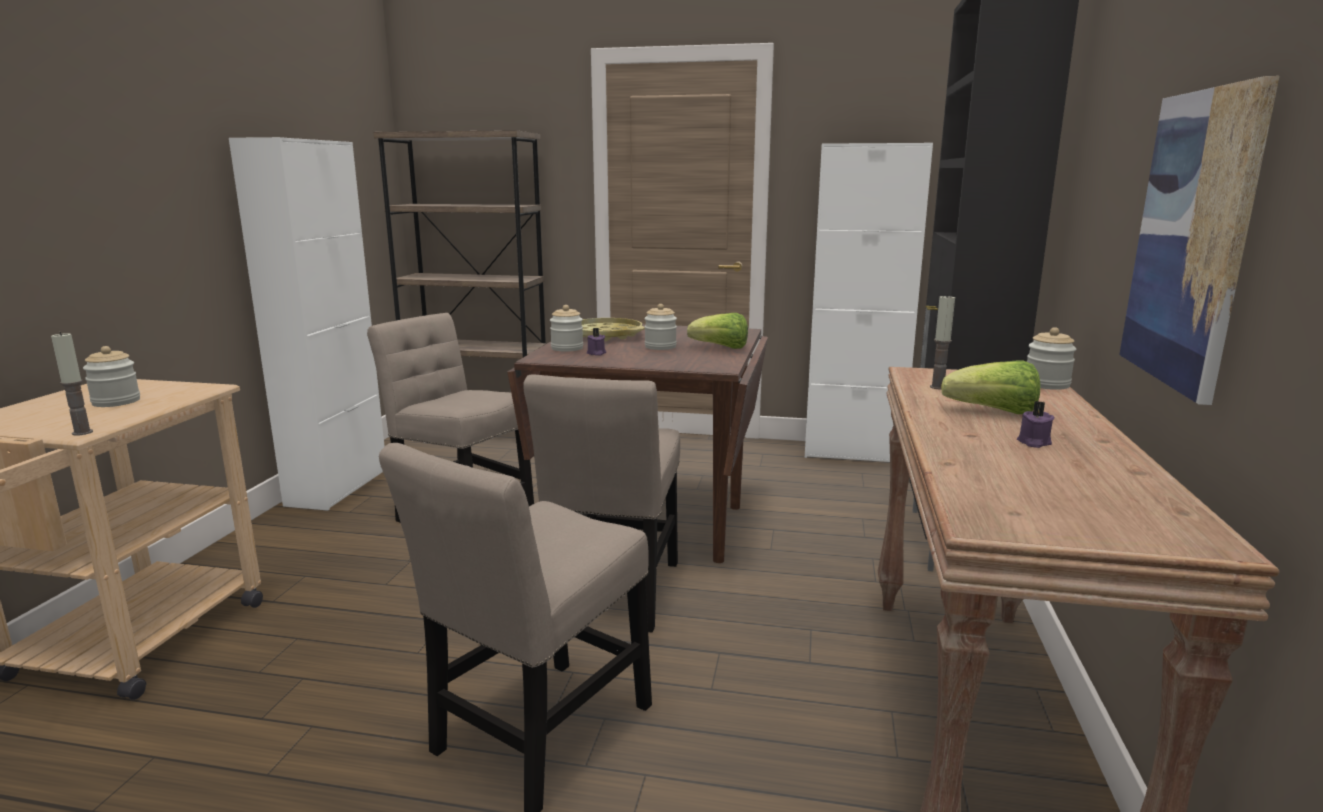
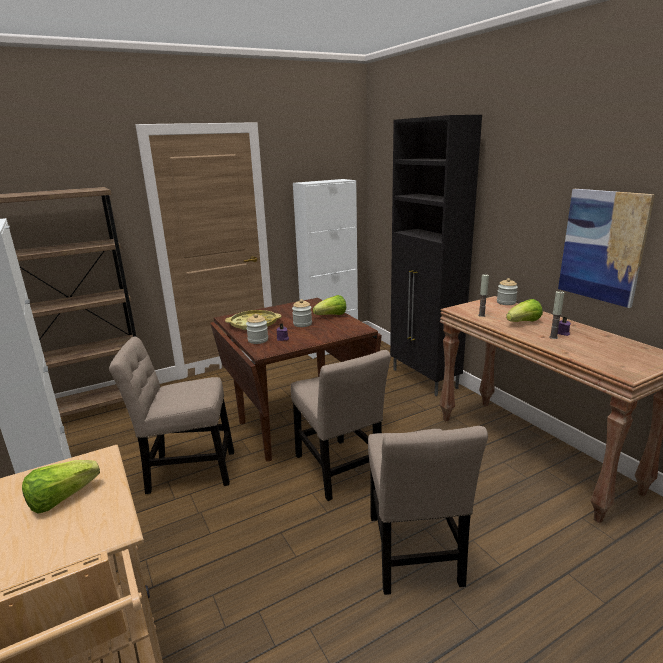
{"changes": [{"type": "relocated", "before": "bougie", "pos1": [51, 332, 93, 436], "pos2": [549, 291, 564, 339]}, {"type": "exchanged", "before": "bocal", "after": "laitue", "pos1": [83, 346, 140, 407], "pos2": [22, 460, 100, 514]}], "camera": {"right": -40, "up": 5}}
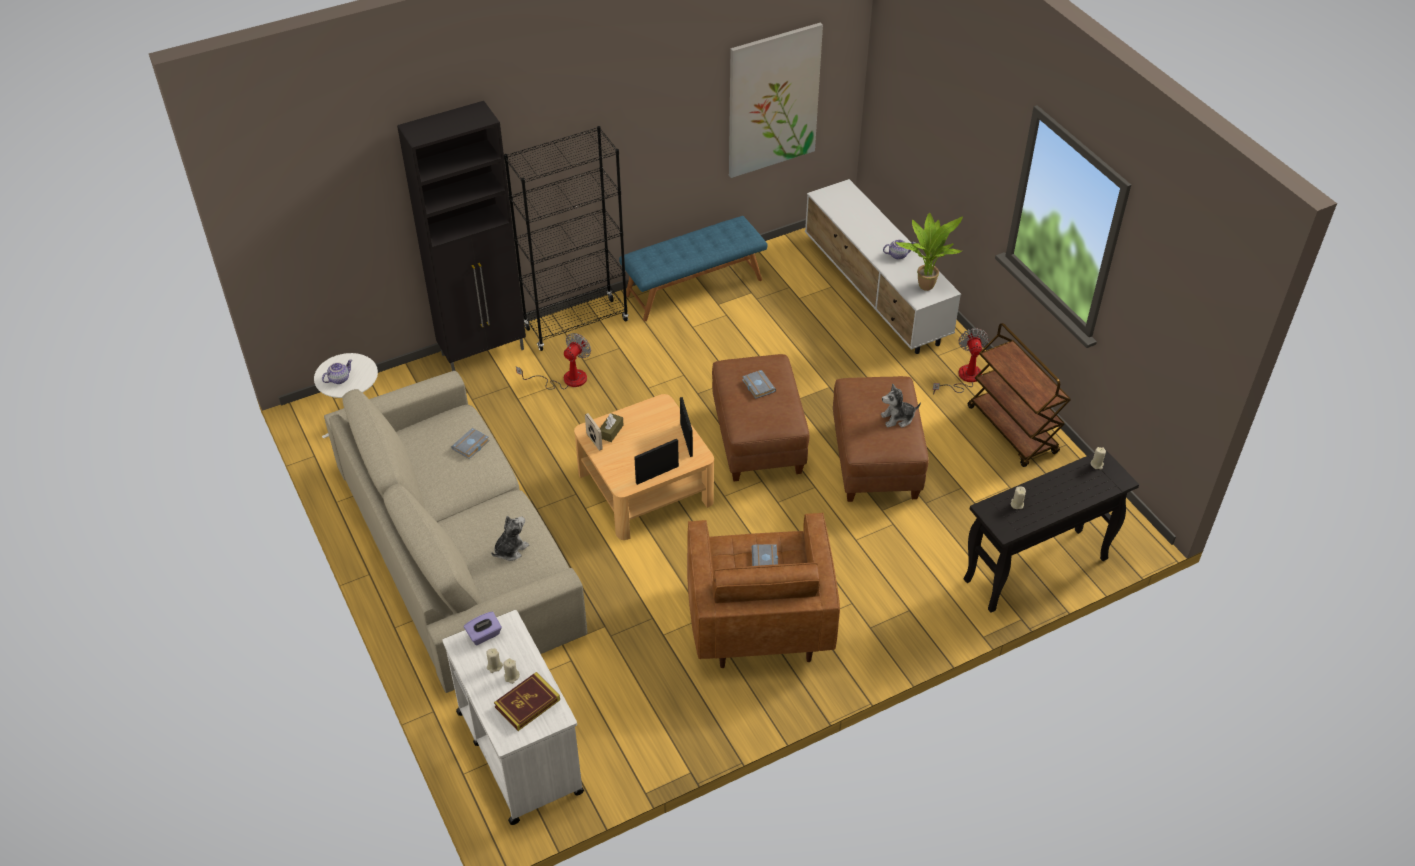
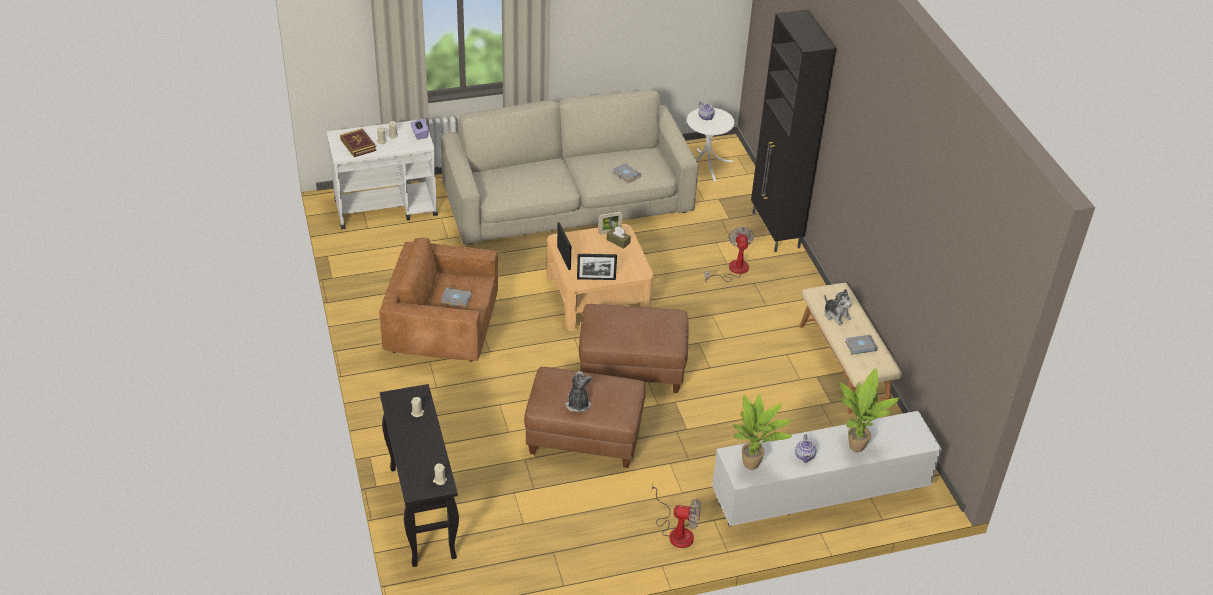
{"changes": [{"type": "missing", "before": "tableau", "pos1": [729, 22, 823, 178]}, {"type": "missing", "before": "bibliothèque/noir", "pos1": [504, 126, 629, 351]}, {"type": "colour", "before": "banc/bleu", "after": "banc/beige", "pos1": [619, 216, 767, 321], "pos2": [800, 283, 902, 414]}, {"type": "missing", "before": "chariot/marron", "pos1": [968, 323, 1071, 467]}, {"type": "spun", "before": "ventilateur", "pos1": [516, 333, 591, 390], "pos2": [704, 227, 754, 282], "turn": -135}, {"type": "relocated", "before": "livre/gris", "pos1": [742, 370, 776, 399], "pos2": [845, 335, 878, 355]}, {"type": "relocated", "before": "peluche", "pos1": [491, 516, 529, 561], "pos2": [824, 289, 852, 325]}, {"type": "appeared", "after": "plante en pot", "pos2": [840, 368, 899, 452]}], "camera": {"right": 100, "up": -5}}
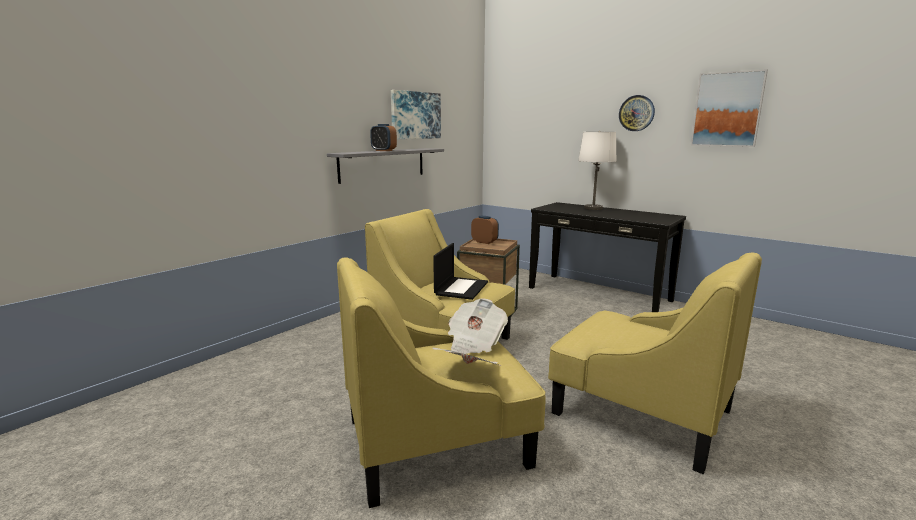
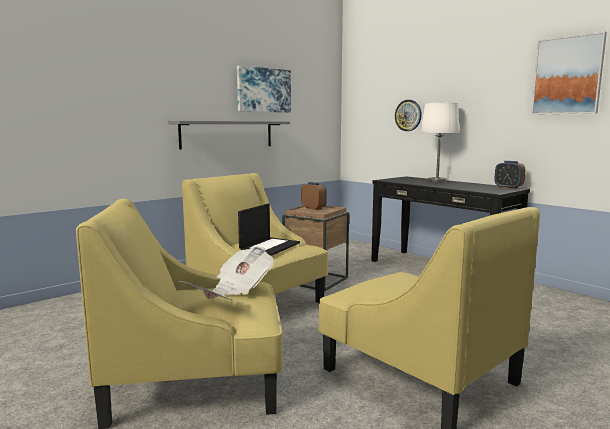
{"changes": [{"type": "relocated", "before": "horloge murale", "pos1": [619, 95, 655, 131], "pos2": [395, 100, 422, 131]}, {"type": "relocated", "before": "réveil", "pos1": [370, 124, 397, 151], "pos2": [494, 161, 526, 189]}], "camera": {"right": 10, "up": -5}}
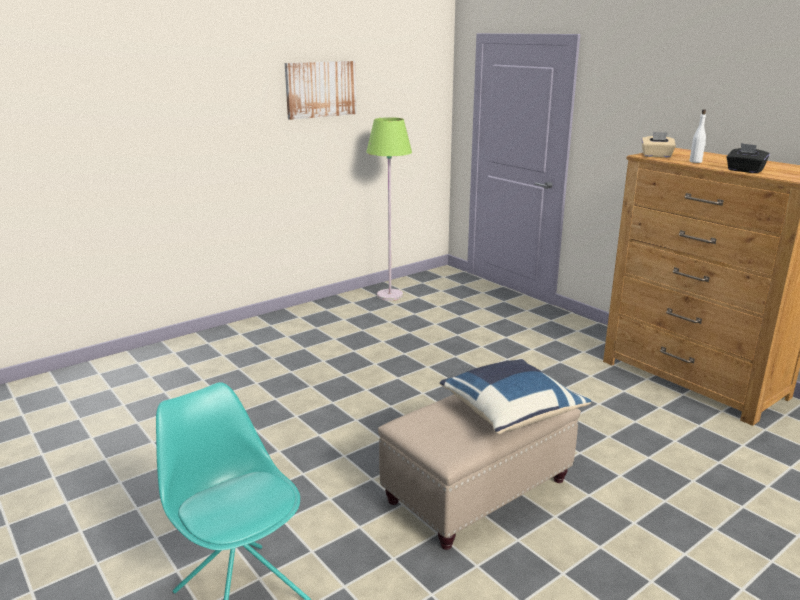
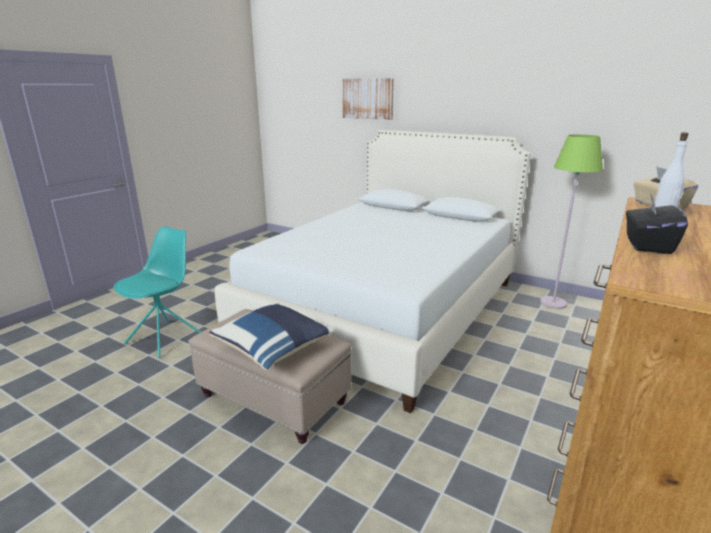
{"changes": [{"type": "relocated", "before": "tableau", "pos1": [285, 61, 356, 120], "pos2": [342, 78, 394, 120]}, {"type": "appeared", "after": "lit/blanc", "pos2": [215, 130, 531, 413]}], "camera": {"right": 70, "up": 0}}
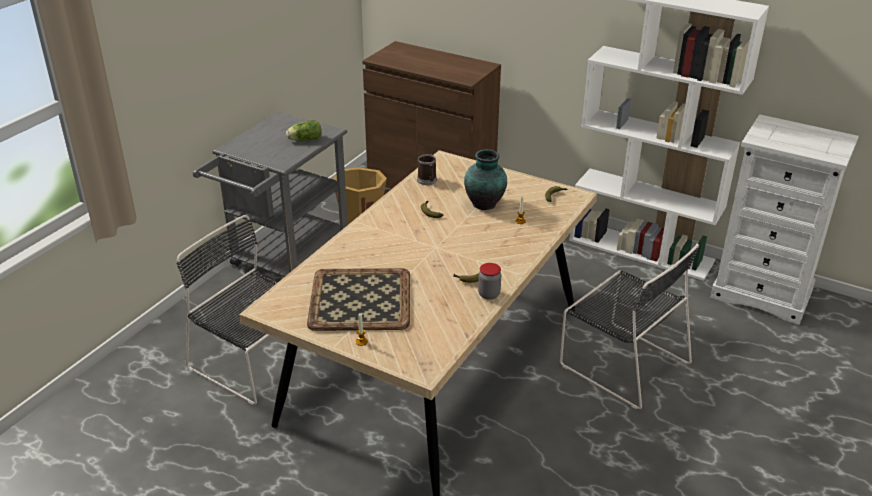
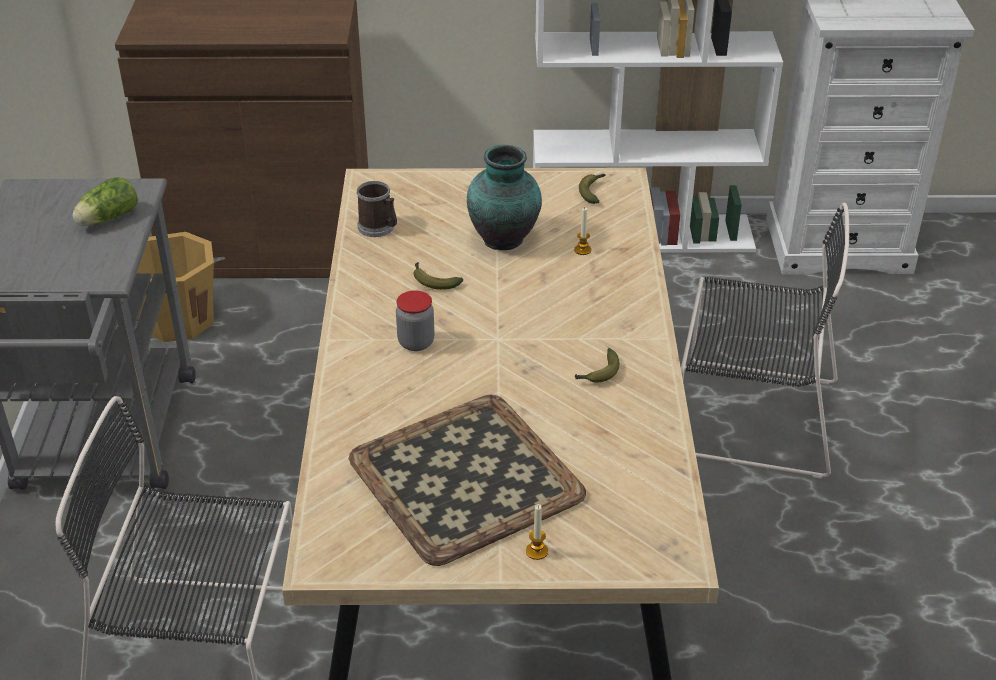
{"changes": [{"type": "relocated", "before": "bocal", "pos1": [478, 263, 501, 300], "pos2": [396, 290, 434, 351]}], "camera": {"right": -30, "up": 5}}
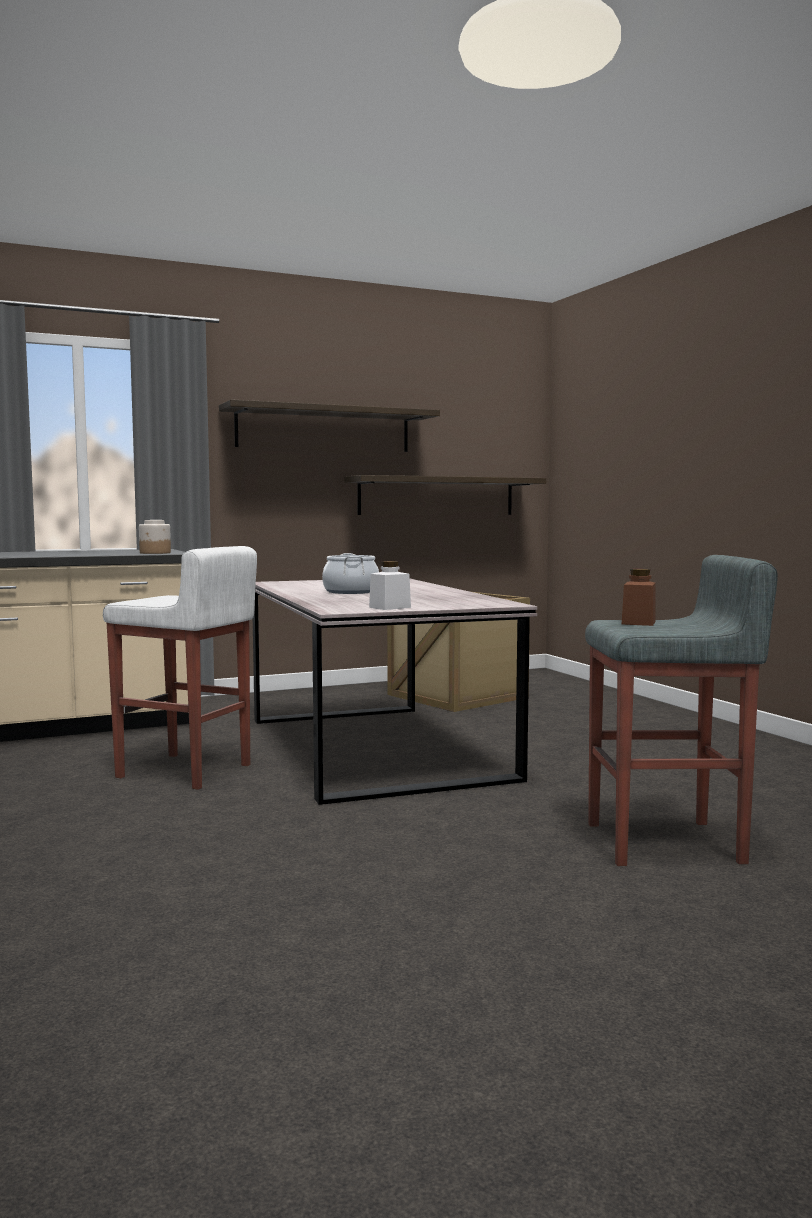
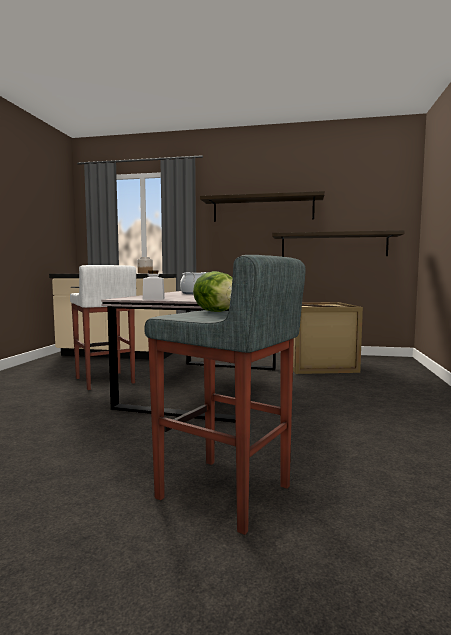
{"changes": [{"type": "exchanged", "before": "bocal/marron", "after": "laitue", "pos1": [622, 569, 656, 626], "pos2": [193, 271, 232, 312]}], "camera": {"right": 35, "up": 0}}
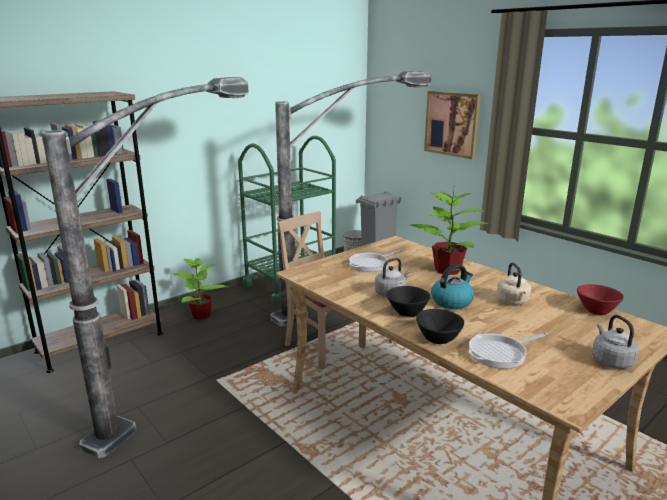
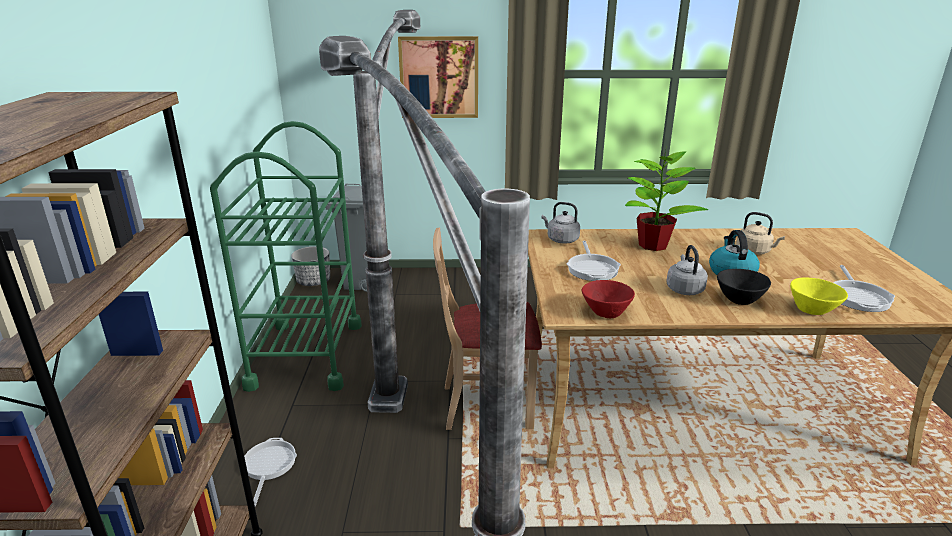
{"changes": [{"type": "exchanged", "before": "plante en pot", "after": "poêle", "pos1": [174, 257, 229, 320], "pos2": [244, 438, 297, 507]}, {"type": "relocated", "before": "bol/rouge", "pos1": [577, 284, 624, 315], "pos2": [582, 280, 635, 318]}, {"type": "colour", "before": "bol/noir", "after": "bol/jaune", "pos1": [416, 309, 464, 344], "pos2": [790, 278, 848, 315]}, {"type": "relocated", "before": "bouilloire/gris", "pos1": [592, 315, 639, 369], "pos2": [542, 202, 580, 243]}], "camera": {"right": -50, "up": 5}}
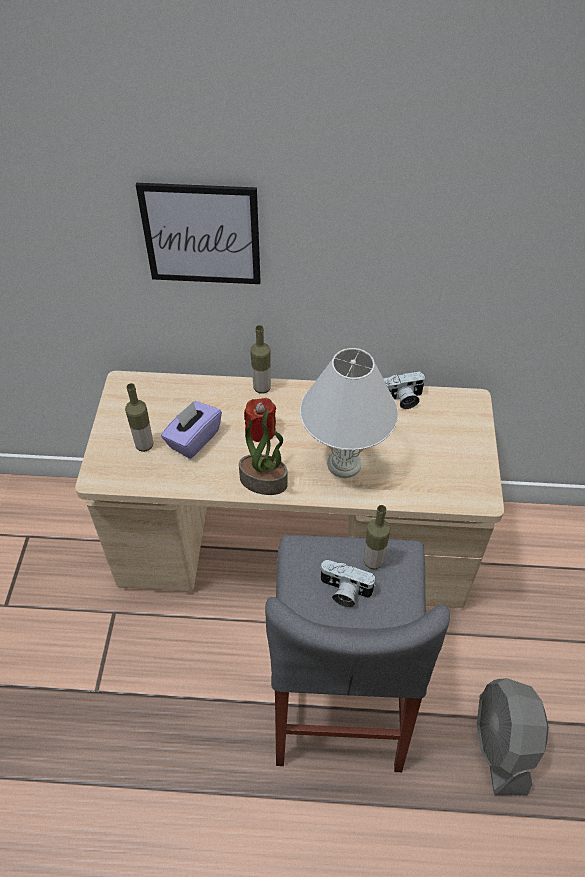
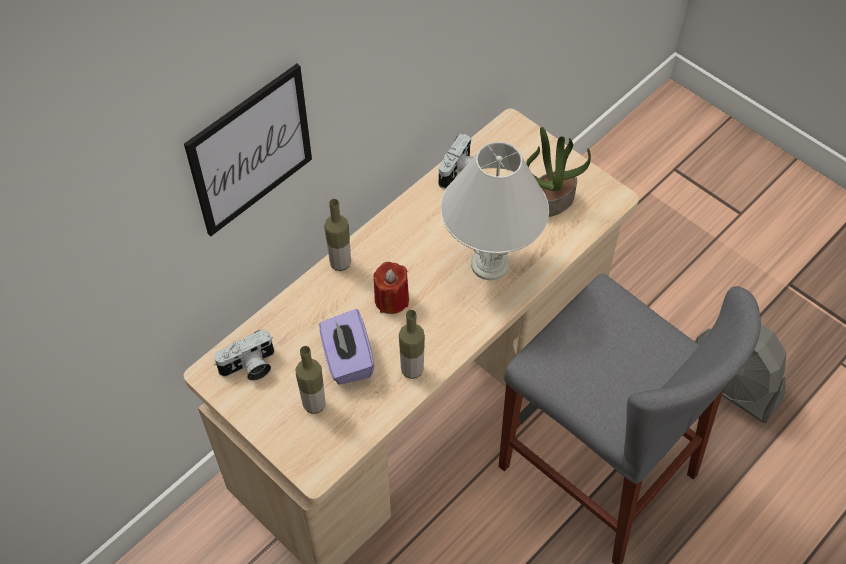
{"changes": [{"type": "relocated", "before": "plante en pot", "pos1": [239, 409, 288, 495], "pos2": [526, 127, 591, 217]}, {"type": "relocated", "before": "bouteille", "pos1": [364, 505, 390, 569], "pos2": [399, 310, 425, 379]}, {"type": "relocated", "before": "appareil photo", "pos1": [319, 560, 376, 608], "pos2": [214, 329, 274, 381]}], "camera": {"right": -50, "up": 5}}
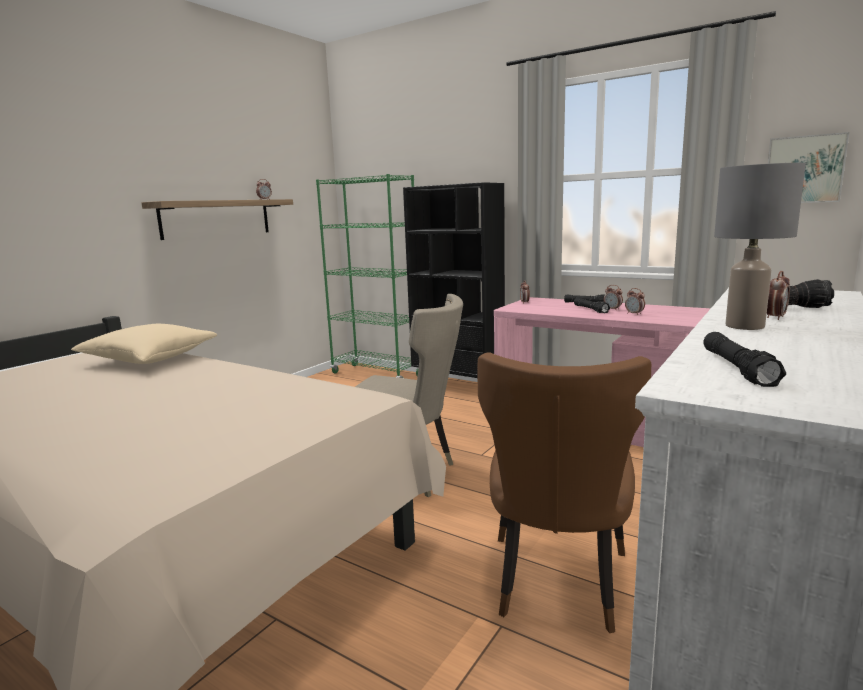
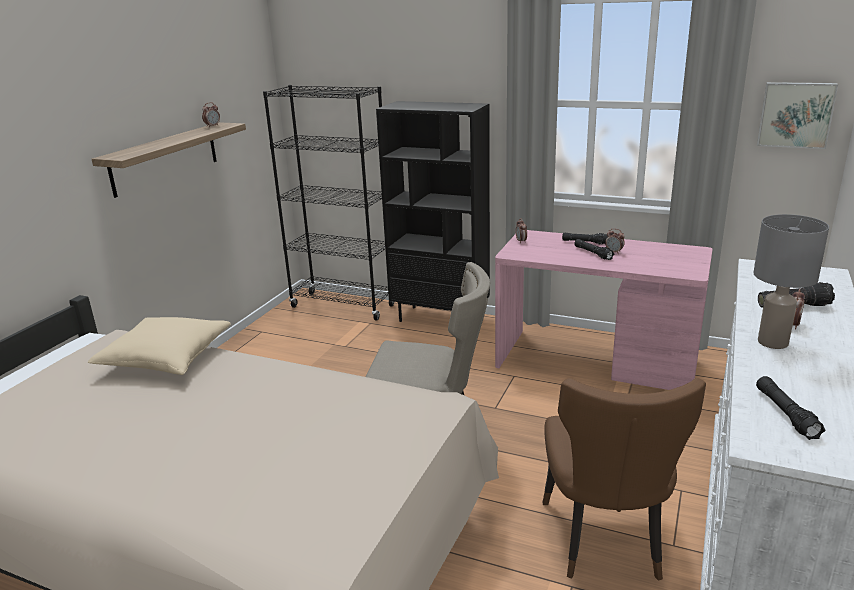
{"changes": [{"type": "colour", "before": "bibliothèque/vert", "after": "bibliothèque/noir", "pos1": [316, 174, 419, 378], "pos2": [263, 85, 395, 321]}, {"type": "missing", "before": "réveil", "pos1": [625, 288, 645, 315]}], "camera": {"right": -10, "up": 10}}
